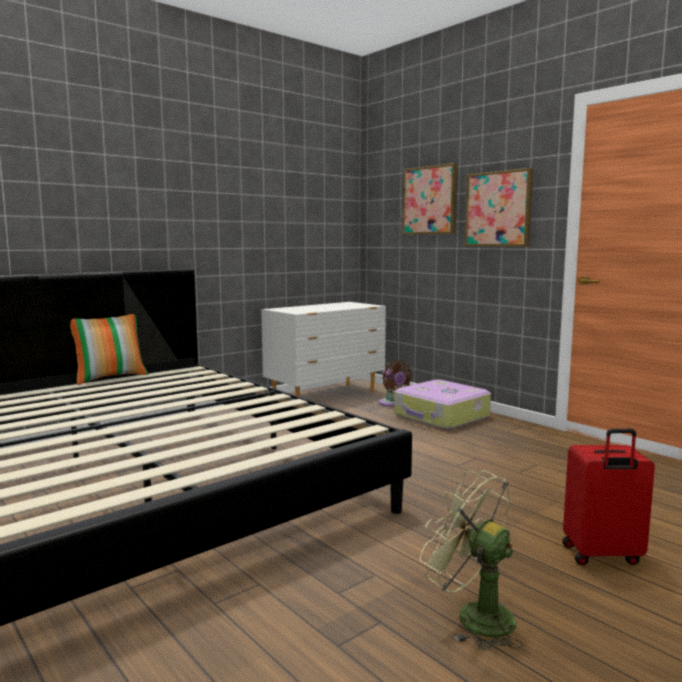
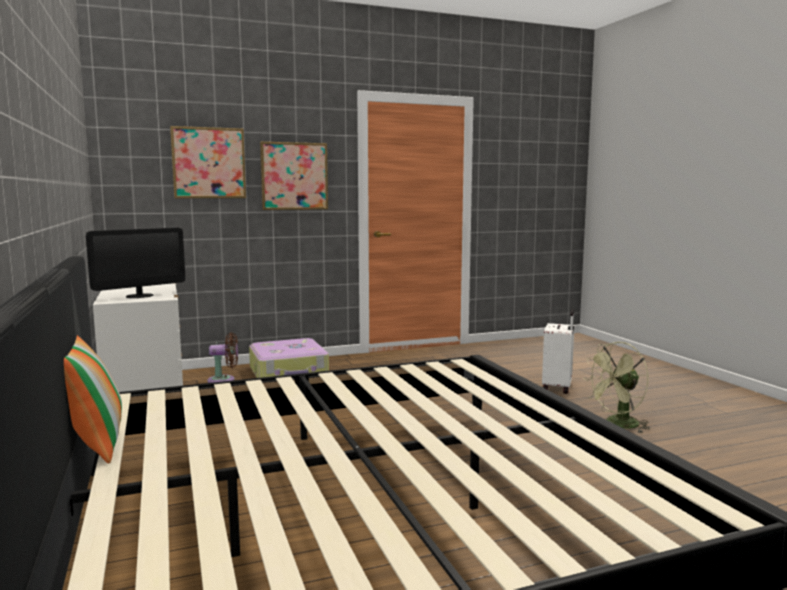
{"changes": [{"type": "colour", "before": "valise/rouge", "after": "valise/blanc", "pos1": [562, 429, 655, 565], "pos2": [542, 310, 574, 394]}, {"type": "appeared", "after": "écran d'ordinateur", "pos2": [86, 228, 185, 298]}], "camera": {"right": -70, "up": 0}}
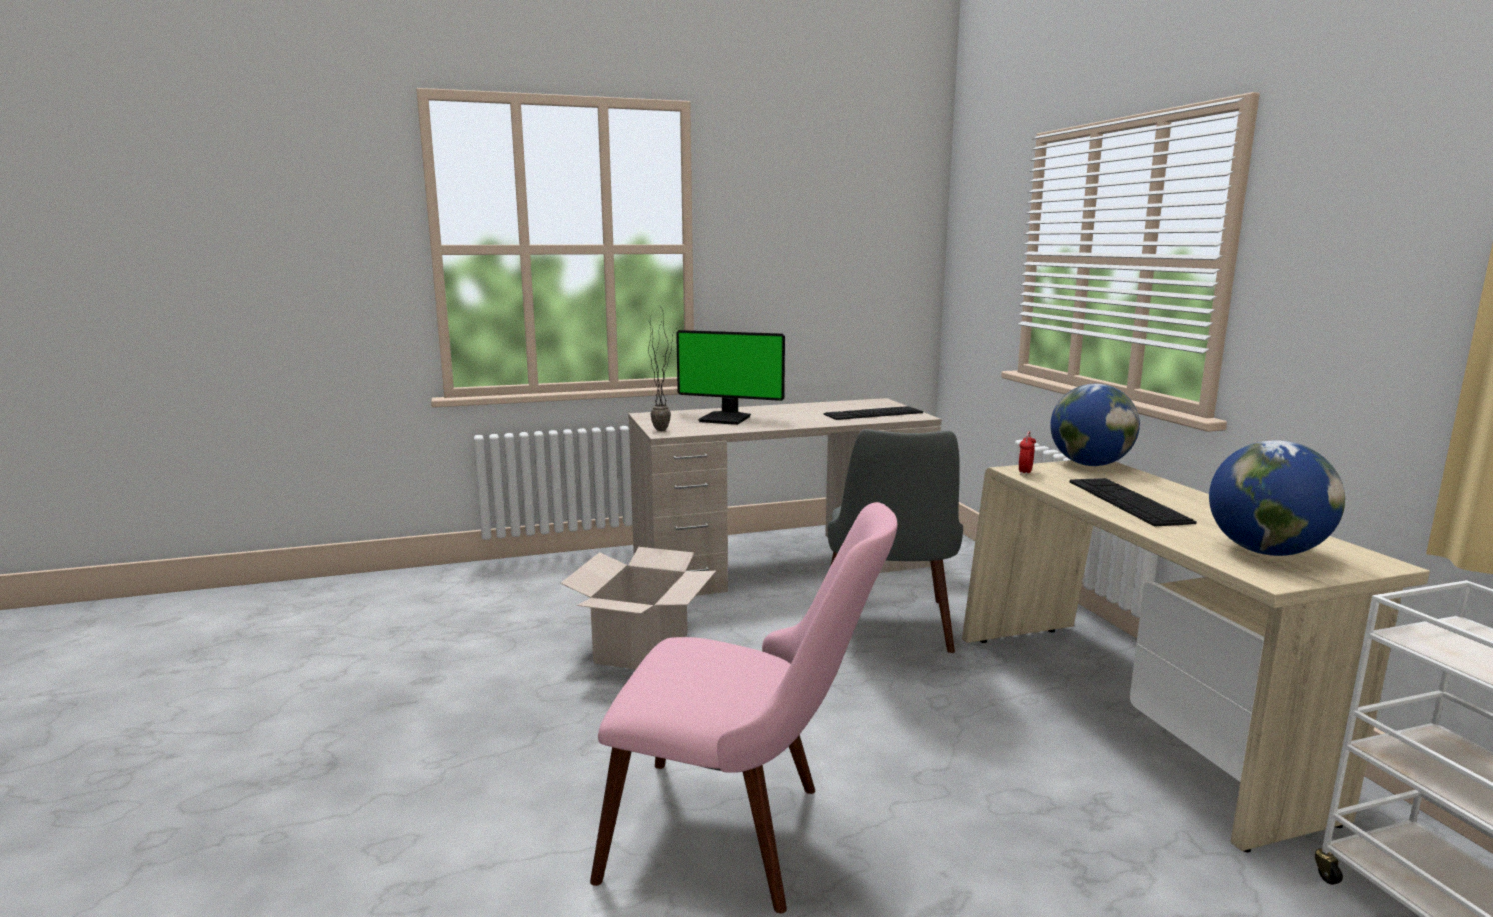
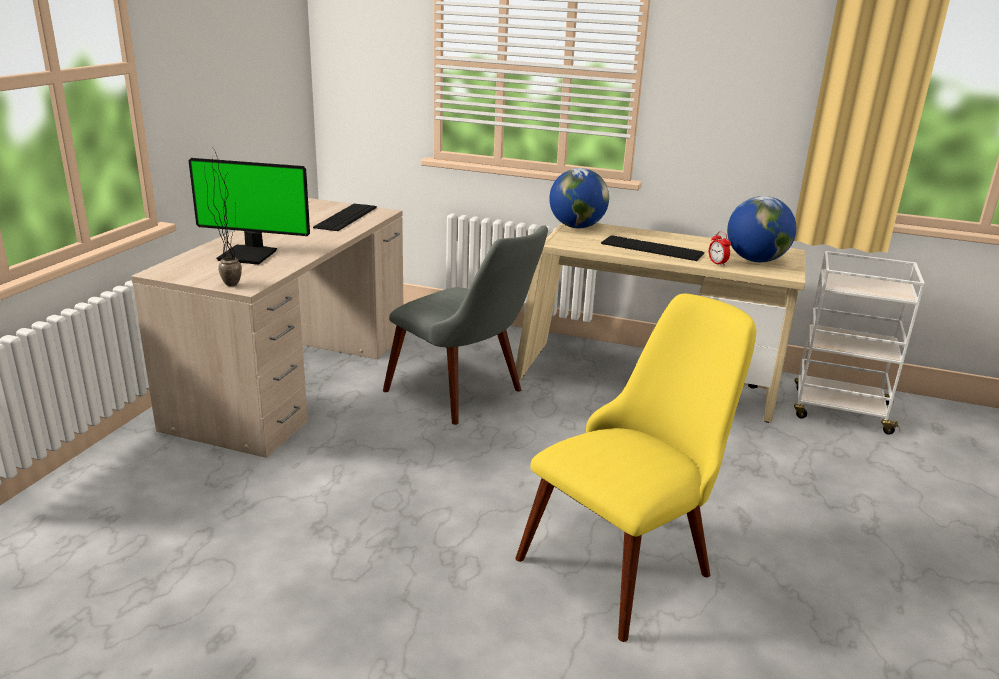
{"changes": [{"type": "spun", "before": "écran d'ordinateur", "pos1": [676, 330, 785, 425], "pos2": [188, 158, 310, 265], "turn": 45}, {"type": "relocated", "before": "réveil", "pos1": [1019, 431, 1036, 476], "pos2": [709, 231, 731, 266]}, {"type": "colour", "before": "chaise/rose", "after": "chaise/jaune", "pos1": [590, 502, 897, 913], "pos2": [515, 294, 756, 642]}, {"type": "missing", "before": "carton", "pos1": [561, 547, 716, 670]}], "camera": {"right": -55, "up": 10}}
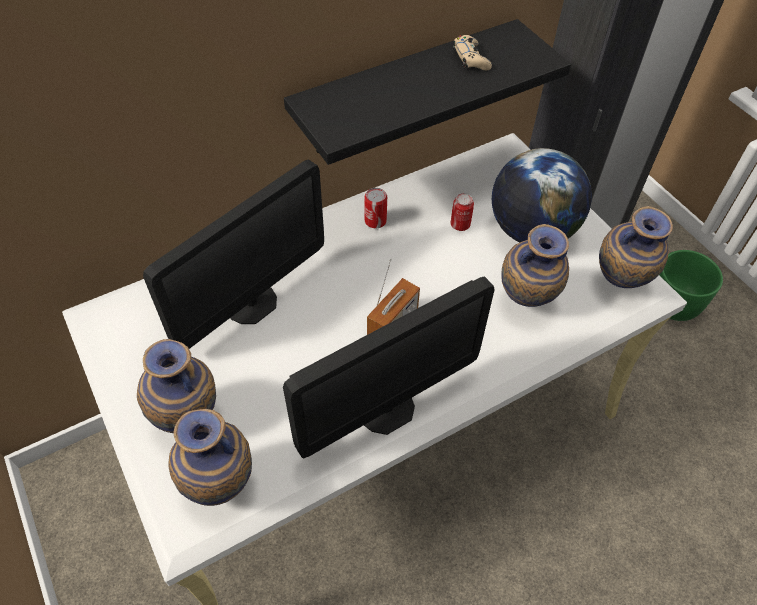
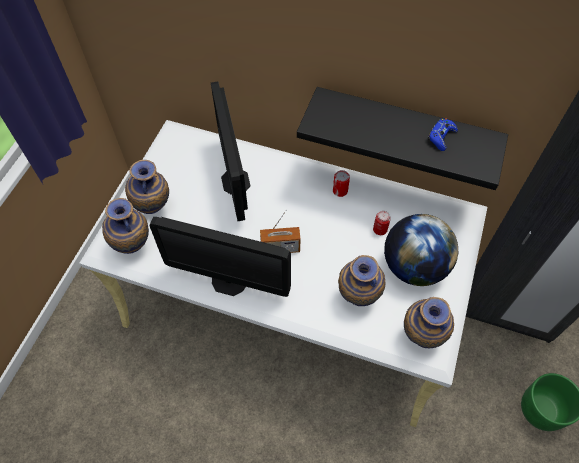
{"changes": [{"type": "colour", "before": "manette/beige", "after": "manette/bleu", "pos1": [453, 35, 492, 70], "pos2": [428, 118, 458, 151]}, {"type": "spun", "before": "écran d'ordinateur", "pos1": [143, 159, 324, 349], "pos2": [211, 81, 251, 221], "turn": 75}], "camera": {"right": 50, "up": 5}}
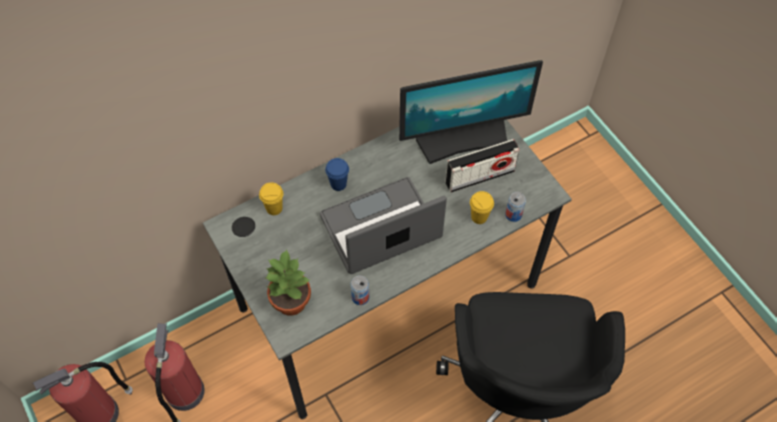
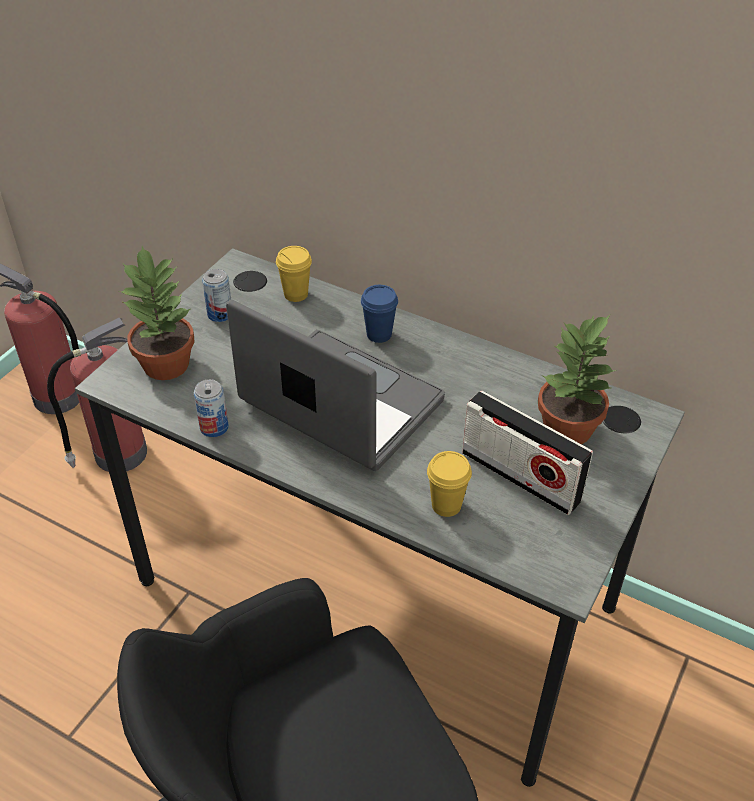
{"changes": [{"type": "exchanged", "before": "écran d'ordinateur", "after": "plante en pot", "pos1": [399, 60, 543, 164], "pos2": [538, 315, 616, 444]}, {"type": "relocated", "before": "boîte métallique", "pos1": [505, 192, 526, 222], "pos2": [202, 269, 231, 322]}], "camera": {"right": 60, "up": -15}}
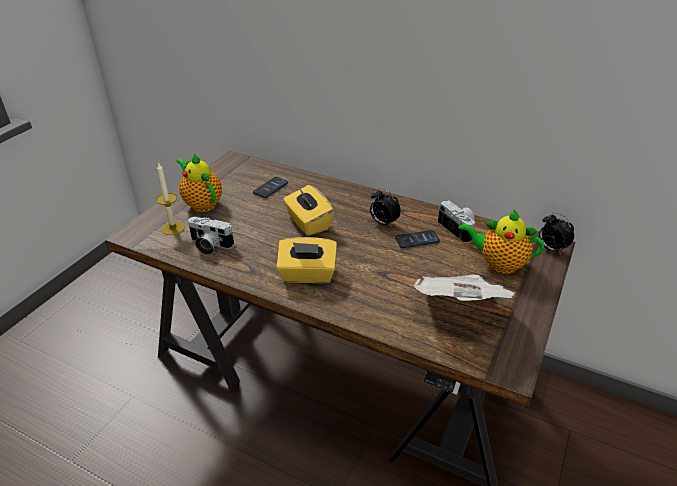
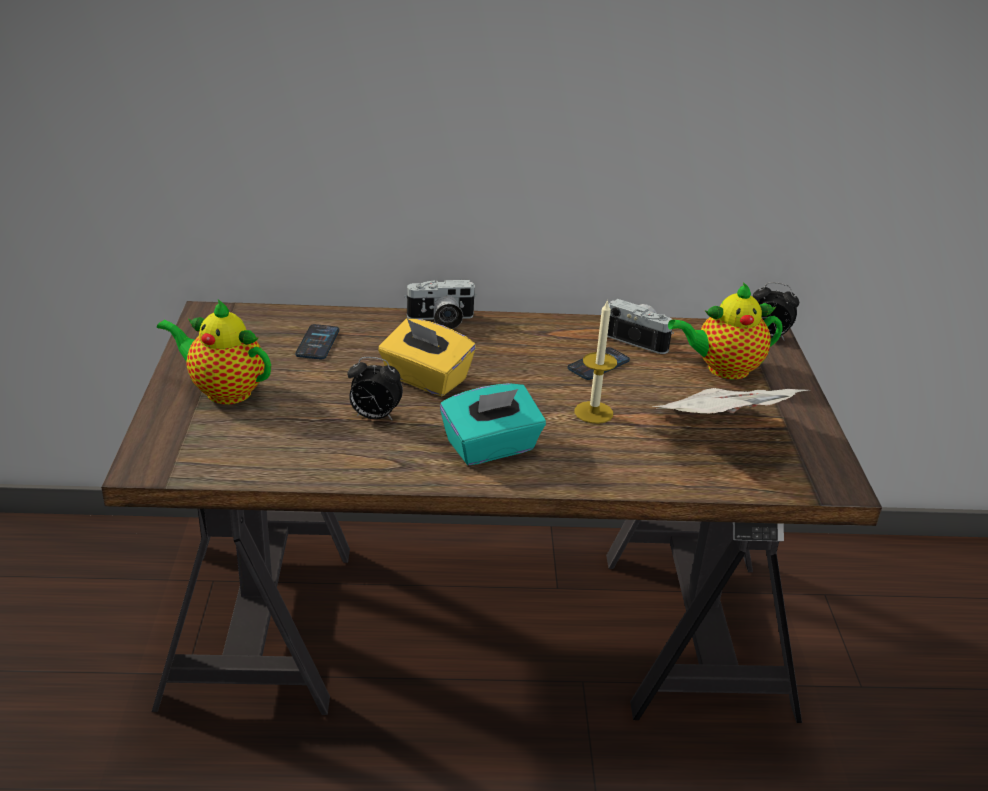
{"changes": [{"type": "relocated", "before": "bougie", "pos1": [156, 162, 185, 235], "pos2": [575, 299, 617, 424]}, {"type": "relocated", "before": "réveil", "pos1": [370, 188, 401, 227], "pos2": [347, 357, 403, 421]}, {"type": "relocated", "before": "appareil photo", "pos1": [188, 217, 234, 255], "pos2": [404, 280, 477, 329]}, {"type": "colour", "before": "boîte à mouchoirs/jaune", "after": "boîte à mouchoirs/turquoise", "pos1": [276, 237, 337, 283], "pos2": [440, 383, 546, 465]}], "camera": {"right": -30, "up": -5}}
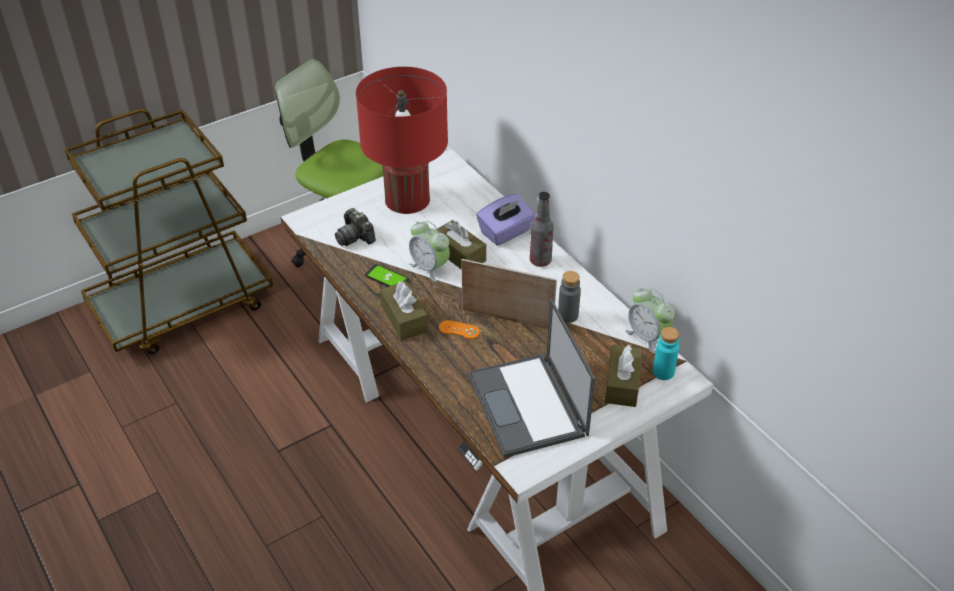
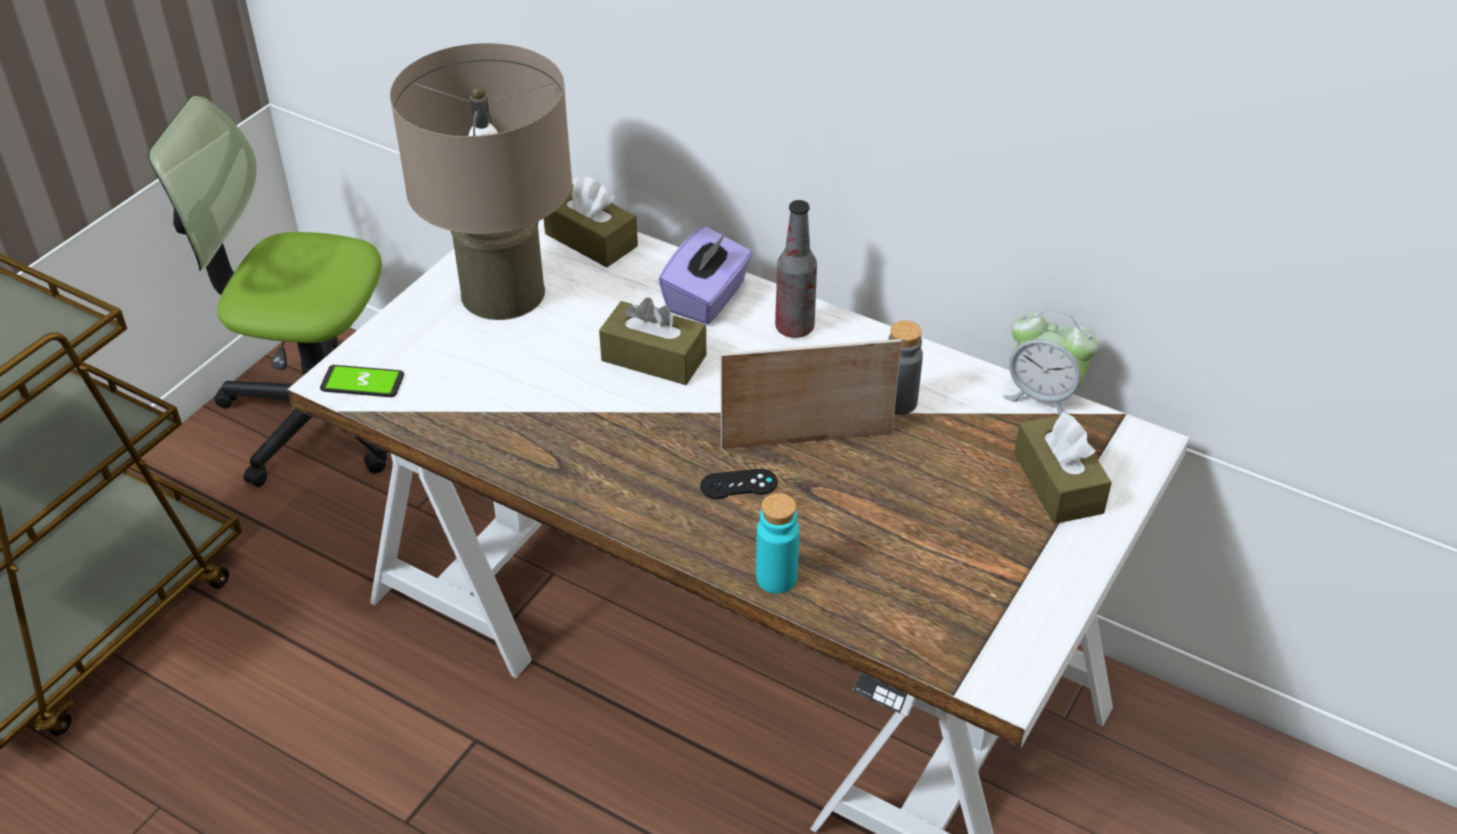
{"changes": [{"type": "colour", "before": "lampe de table/rouge", "after": "lampe de table/beige", "pos1": [356, 67, 448, 214], "pos2": [390, 43, 572, 320]}, {"type": "missing", "before": "appareil photo", "pos1": [335, 208, 376, 246]}, {"type": "missing", "before": "réveil", "pos1": [409, 221, 450, 282]}, {"type": "relocated", "before": "téléphone", "pos1": [365, 264, 409, 287], "pos2": [320, 365, 404, 397]}, {"type": "relocated", "before": "boîte à mouchoirs/marron", "pos1": [380, 281, 428, 340], "pos2": [544, 177, 638, 267]}, {"type": "missing", "before": "ordinateur portable", "pos1": [468, 299, 595, 458]}, {"type": "colour", "before": "manette/orange", "after": "manette/noir", "pos1": [439, 320, 480, 339], "pos2": [700, 469, 778, 499]}, {"type": "relocated", "before": "bouteille/turquoise", "pos1": [653, 327, 679, 380], "pos2": [756, 493, 799, 593]}], "camera": {"right": -25, "up": 0}}
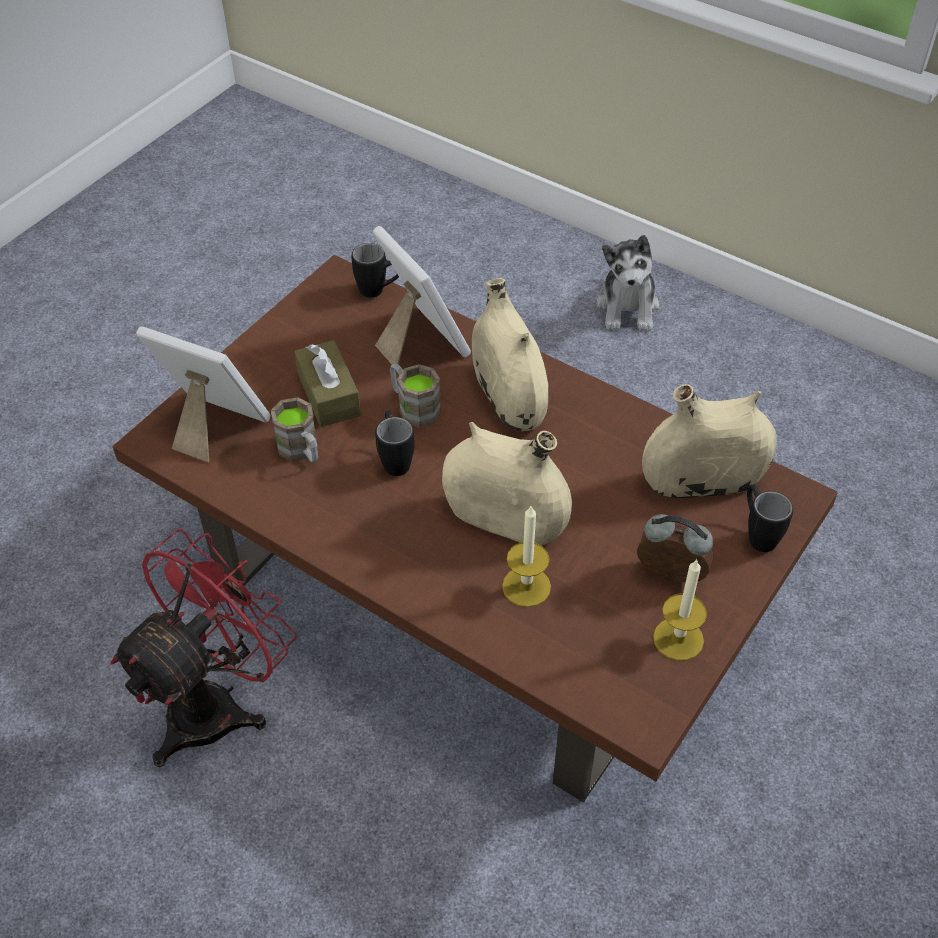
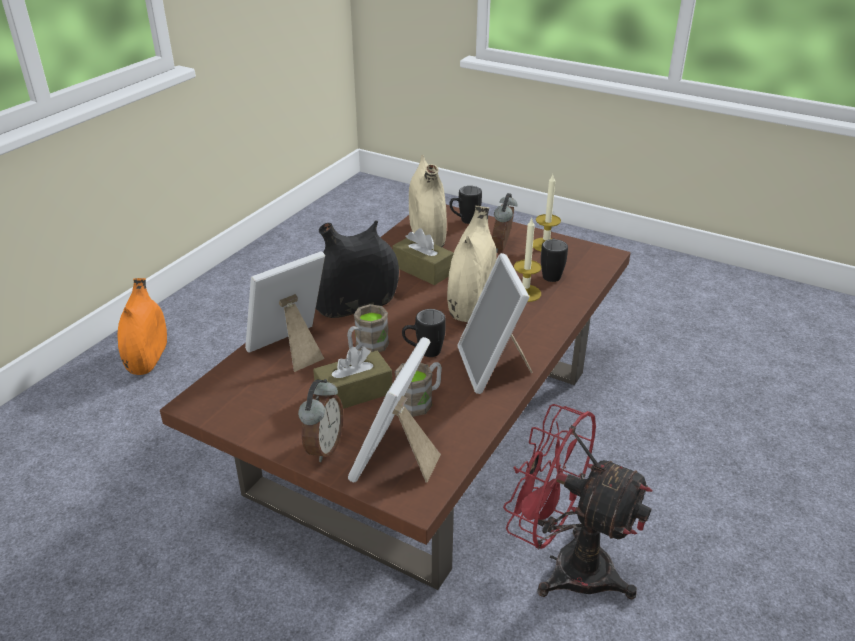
{"changes": [{"type": "exchanged", "before": "peluche", "after": "vase/orange", "pos1": [596, 235, 660, 331], "pos2": [118, 278, 167, 375]}, {"type": "relocated", "before": "mug/noir", "pos1": [351, 243, 399, 298], "pos2": [541, 239, 568, 282]}, {"type": "colour", "before": "vase/beige", "after": "vase/noir", "pos1": [472, 278, 548, 431], "pos2": [316, 220, 399, 318]}, {"type": "appeared", "after": "boîte à mouchoirs/marron", "pos2": [393, 228, 454, 285]}, {"type": "appeared", "after": "cadre photo", "pos2": [457, 253, 533, 394]}, {"type": "appeared", "after": "réveil", "pos2": [298, 379, 344, 462]}], "camera": {"right": -95, "up": -15}}
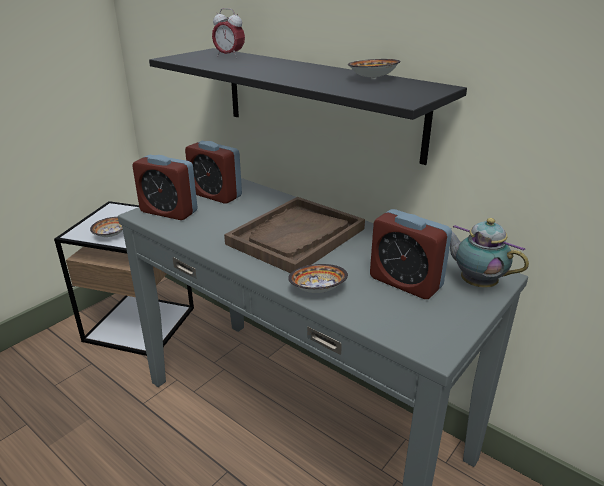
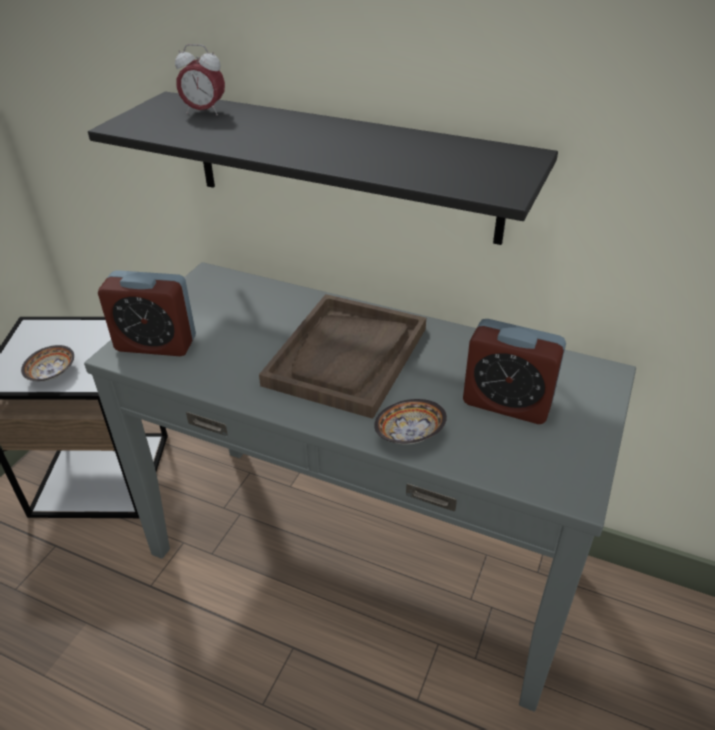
{"changes": [{"type": "missing", "before": "bol", "pos1": [348, 59, 400, 80]}, {"type": "missing", "before": "réveil", "pos1": [185, 141, 242, 204]}, {"type": "missing", "before": "théière", "pos1": [450, 218, 529, 288]}], "camera": {"right": -15, "up": 10}}
